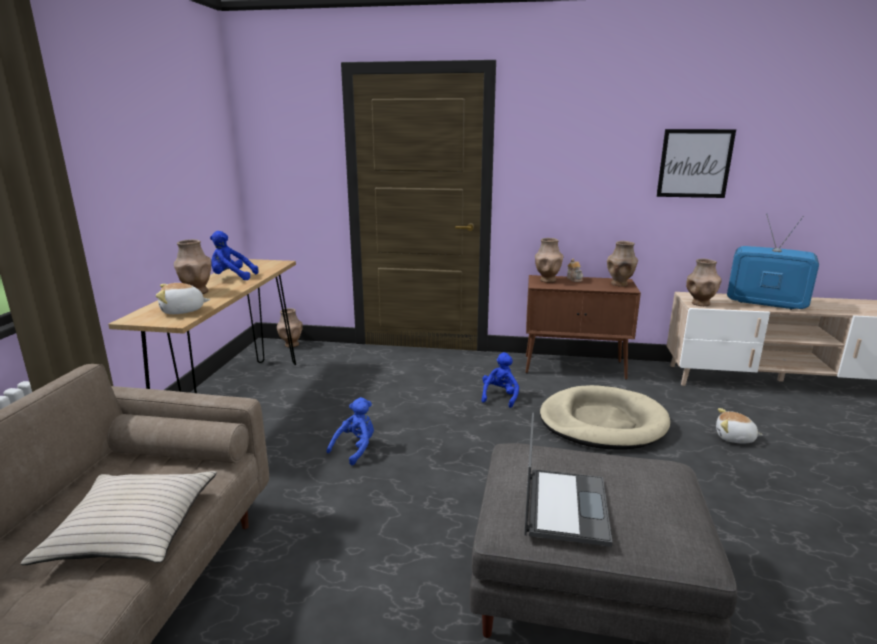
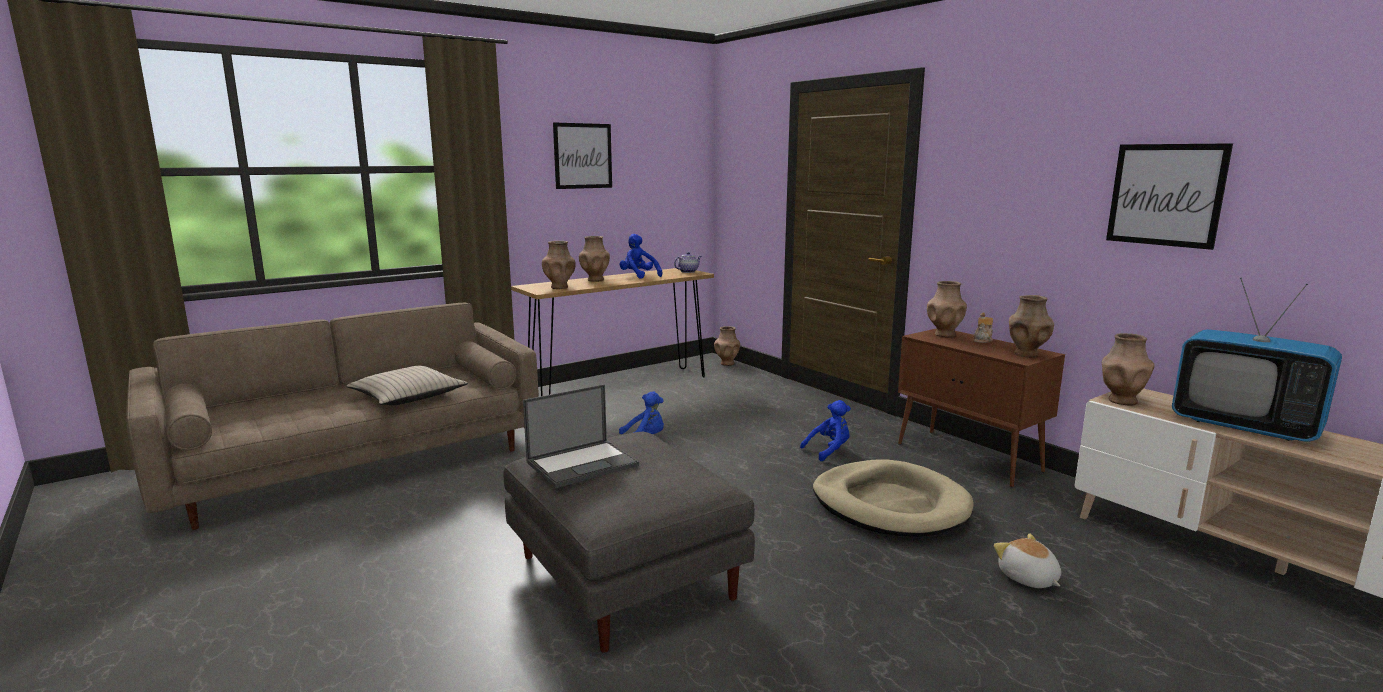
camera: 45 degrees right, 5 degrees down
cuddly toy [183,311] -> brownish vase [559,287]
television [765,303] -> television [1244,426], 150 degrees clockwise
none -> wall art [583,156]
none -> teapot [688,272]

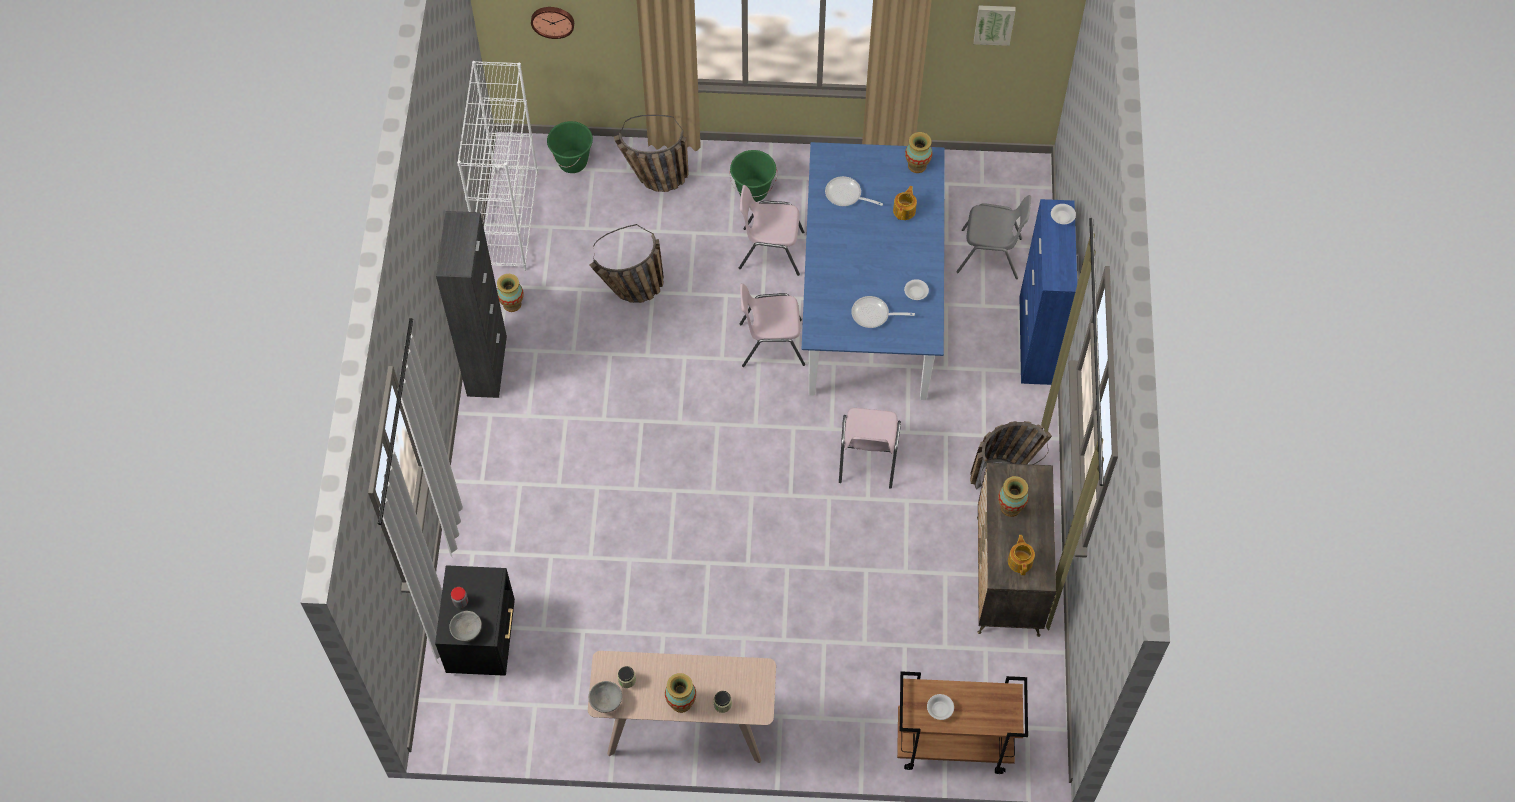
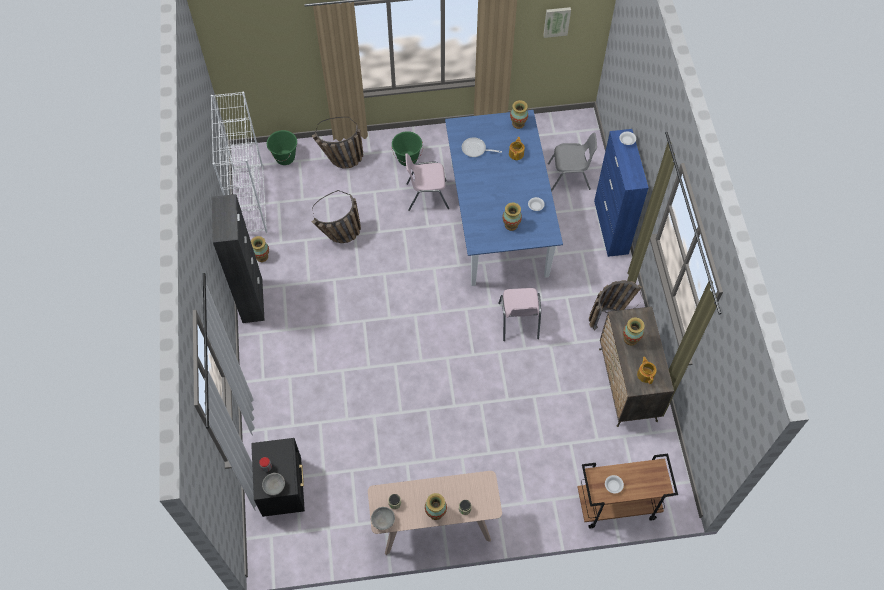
camera: 10 degrees left, 0 degrees up
wall clock [552,20] -> none
pink-coloured chair [770,343] -> none
frying pan [874,315] -> vase [511,225]

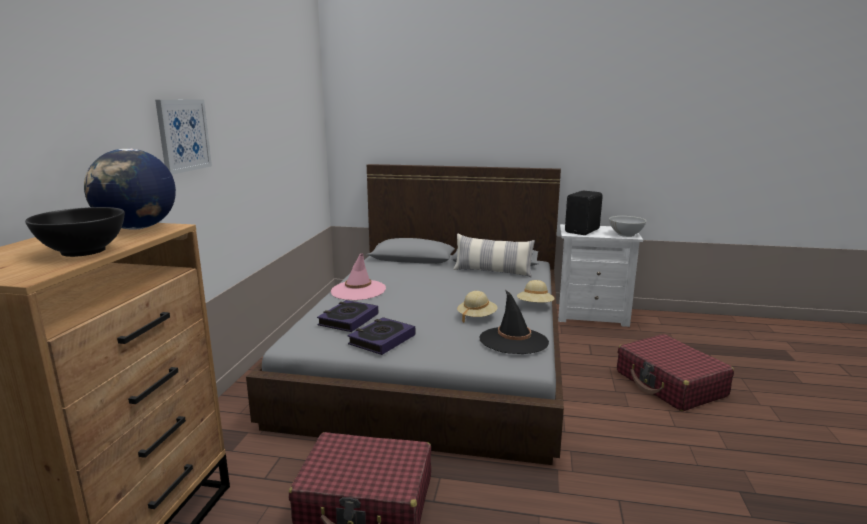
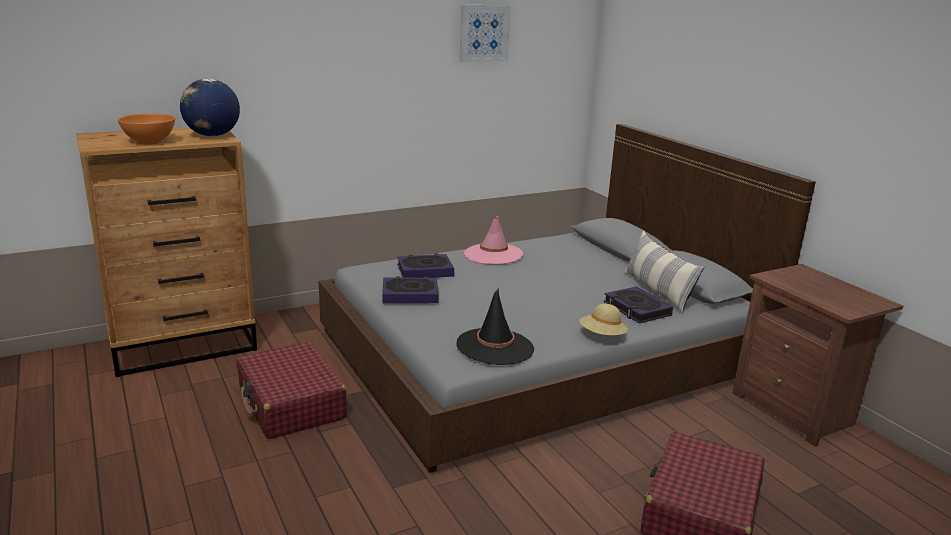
camera: 50 degrees right, 5 degrees up
black-coloured serving bowl [84,251] -> orange serving bowl [149,142]
wall art [183,135] -> wall art [484,33], relocated
beige hat [477,317] -> none
white night table [592,315] -> brownish night table [796,410]
black-coloured speaker [583,231] -> none
white serving bowl [626,234] -> none
none -> book [636,309]

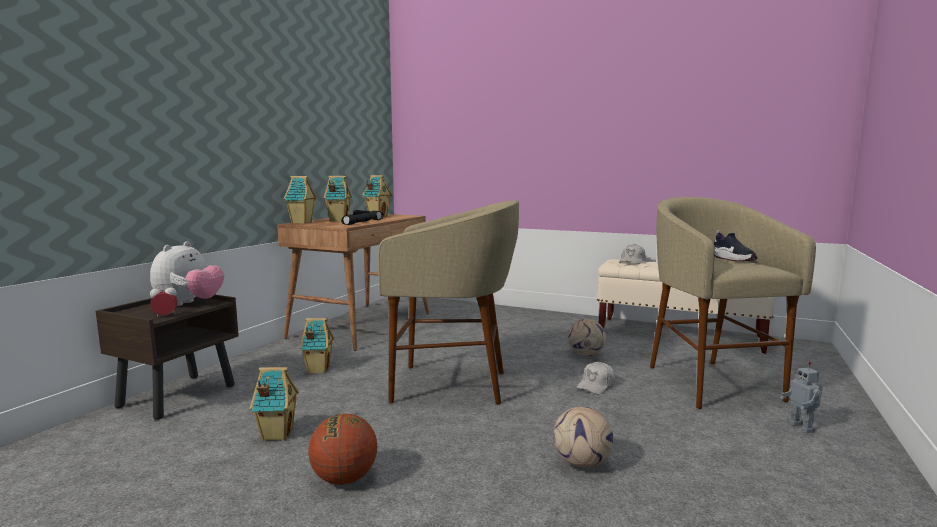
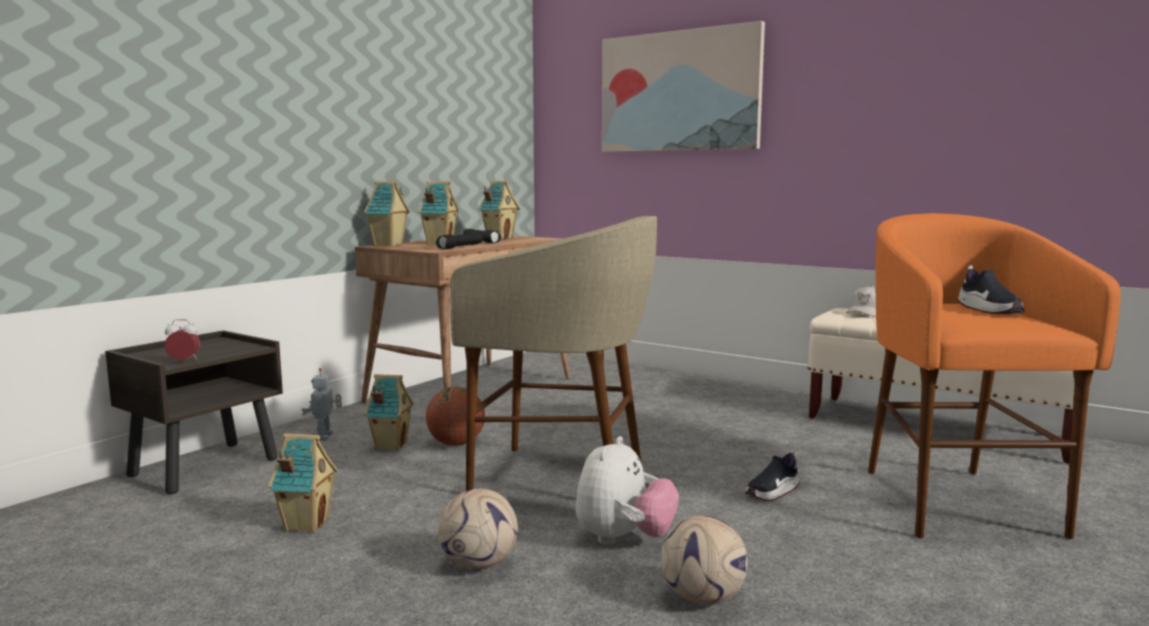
camera: 10 degrees right, 0 degrees up
cuddly toy [190,304] -> cuddly toy [624,539], relocated
ball for basketball [344,479] -> ball for basketball [456,444], relocated
ball for football [586,354] -> ball for football [480,564], relocated
white peaked cap [596,385] -> low shoe [772,492]
beige stool seat [709,383] -> orange stool seat [954,501]
robot figure [803,427] -> robot figure [325,437], relocated
none -> wall art [679,92]

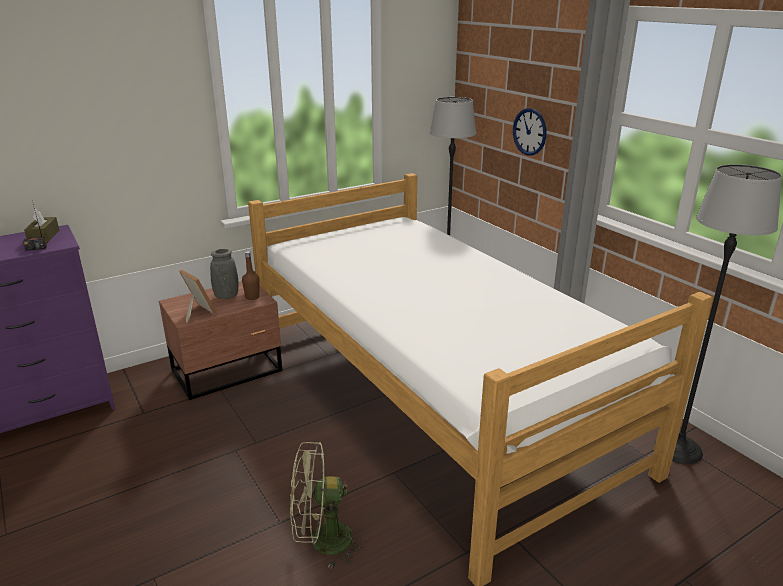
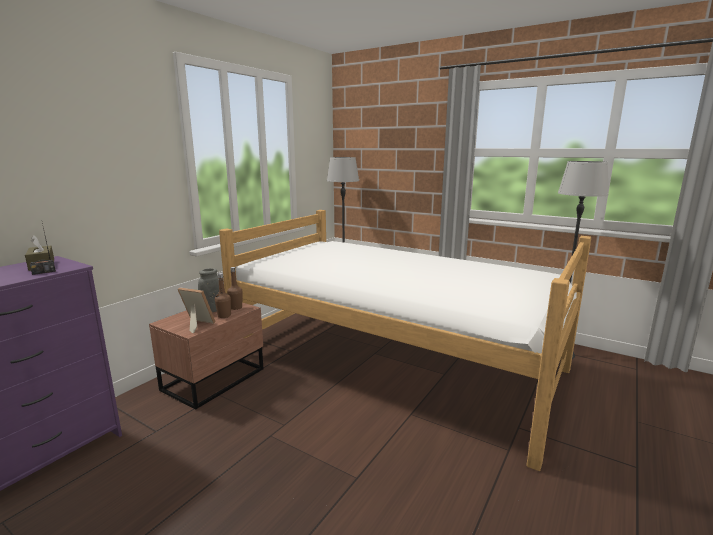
camera: 25 degrees left, 10 degrees down
greenish electric fan [322,542] -> none
wall clock [529,131] -> none
none -> brownish bottle [224,316]

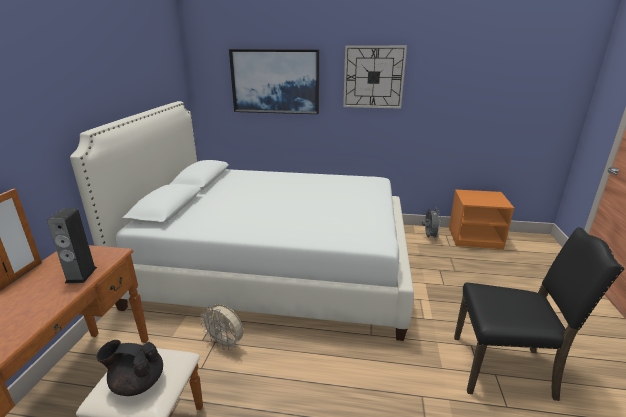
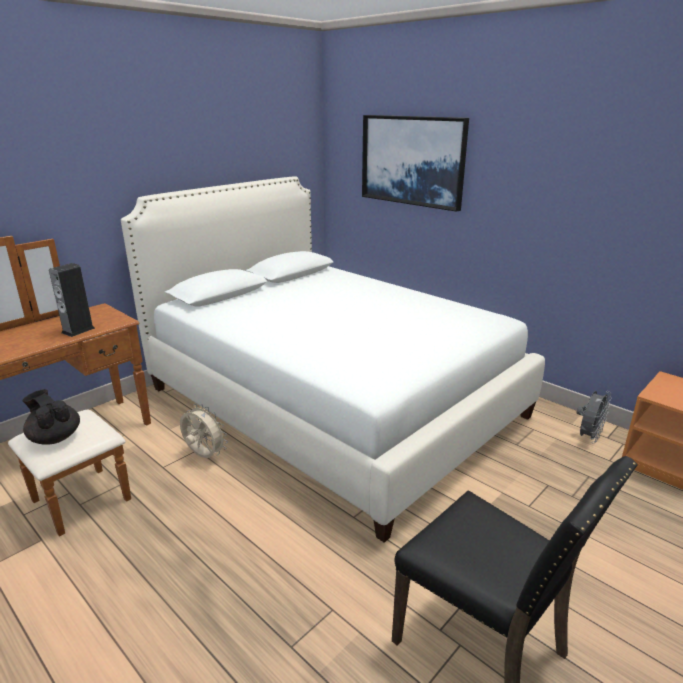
camera: 35 degrees right, 0 degrees up
beige electric fan [226,344] -> beige electric fan [203,456], 150 degrees clockwise
wall clock [373,77] -> none

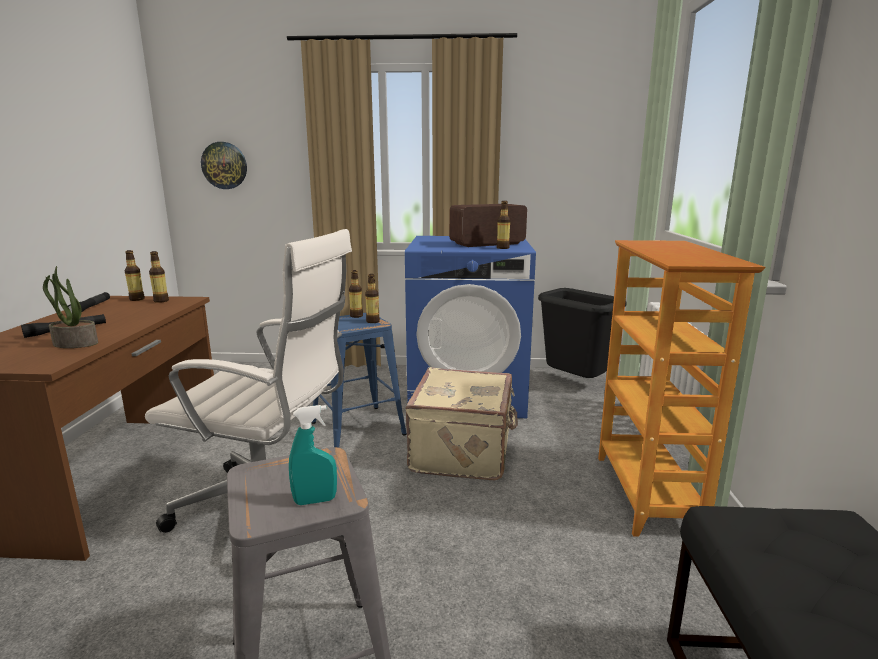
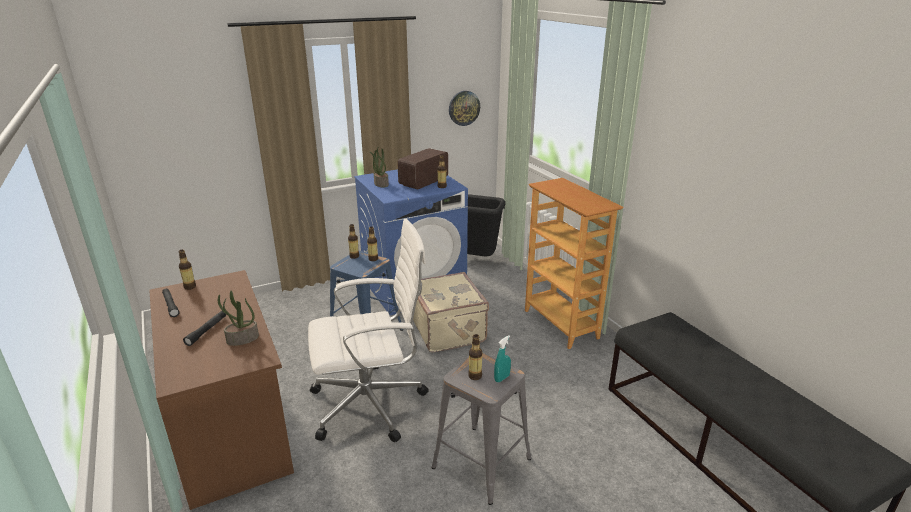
camera: 30 degrees left, 10 degrees up
bottle [161,301] -> bottle [475,376], relocated
wall clock [224,165] -> wall clock [464,108], relocated
none -> potted plant [380,184]

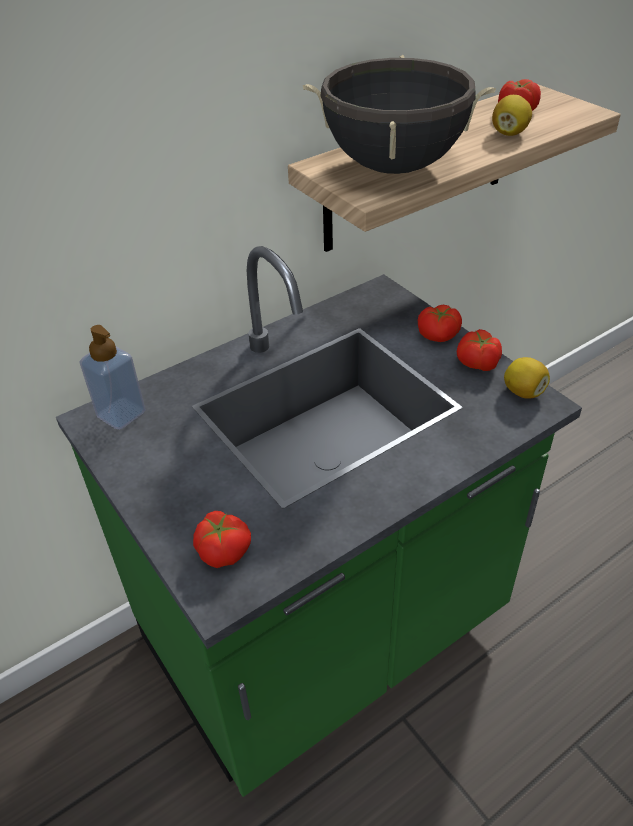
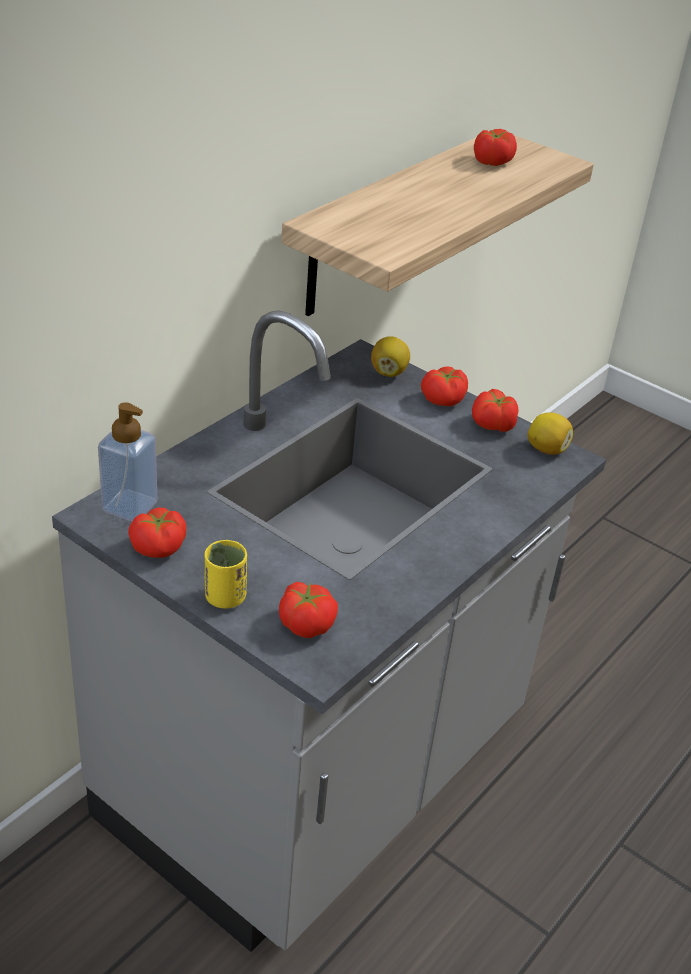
camera: 20 degrees left, 5 degrees down
greenish kitchen base unit [325,634] -> grey kitchen base unit [317,776]
black-coloured stockpot [393,166] -> none
citrus fruit [509,133] -> citrus fruit [388,372], relocated
none -> whole tomato [159,548]
none -> yellow drinking cup [225,597]

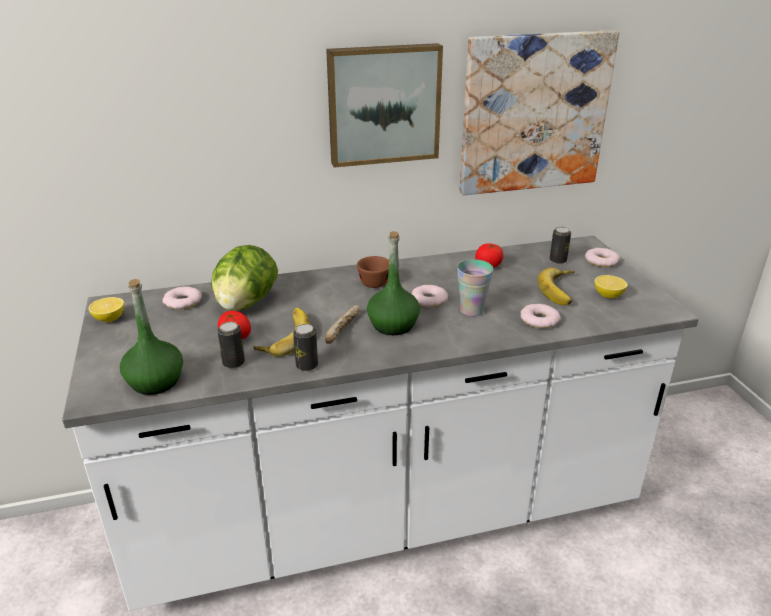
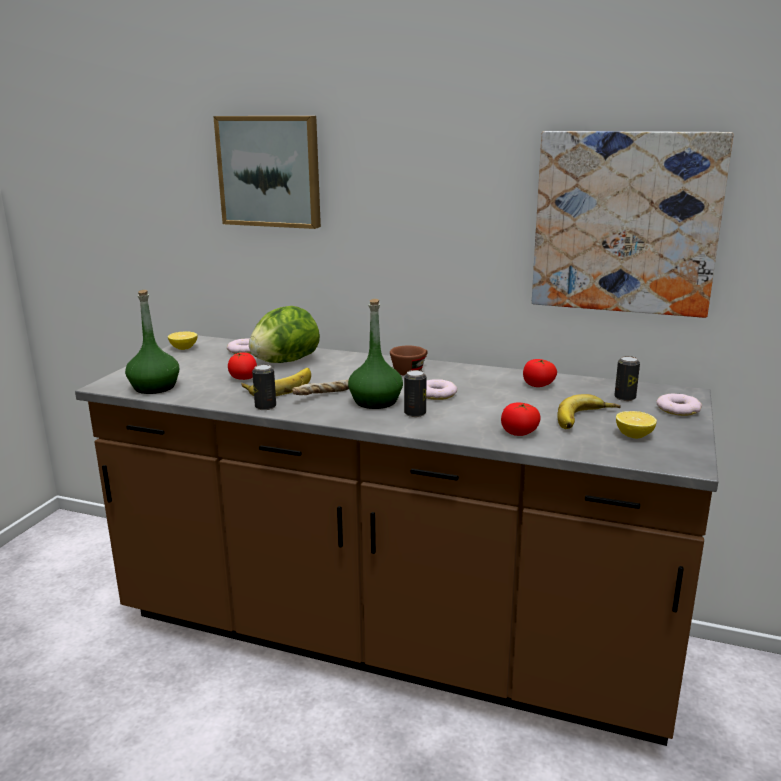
camera: 35 degrees right, 10 degrees down
white kitchen base unit [385,513] -> brownish kitchen base unit [392,638]
metal can [233,363] -> metal can [415,413], relocated
wall art [383,104] -> wall art [270,171], relocated
drinking cup [472,310] -> none
donut [539,320] -> whole tomato [519,433]

